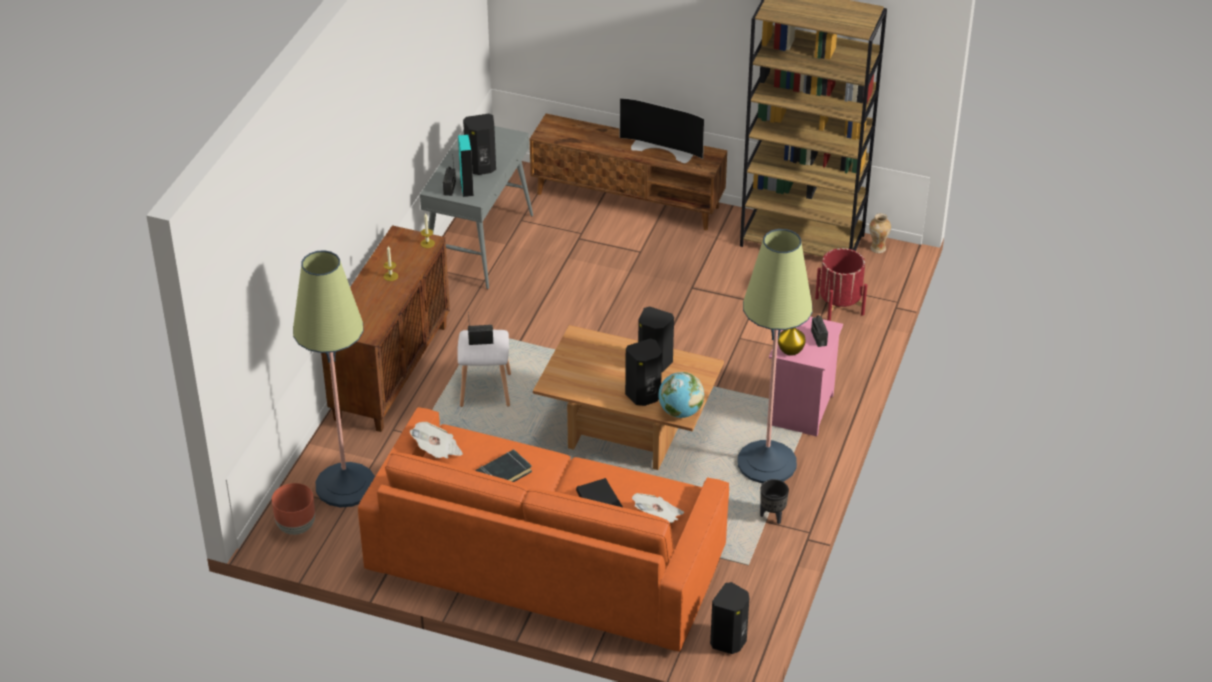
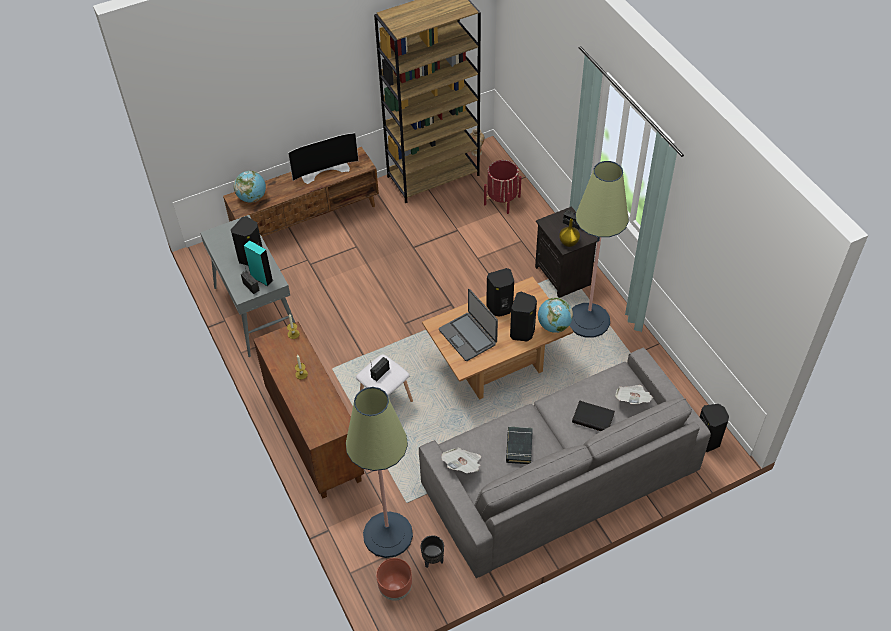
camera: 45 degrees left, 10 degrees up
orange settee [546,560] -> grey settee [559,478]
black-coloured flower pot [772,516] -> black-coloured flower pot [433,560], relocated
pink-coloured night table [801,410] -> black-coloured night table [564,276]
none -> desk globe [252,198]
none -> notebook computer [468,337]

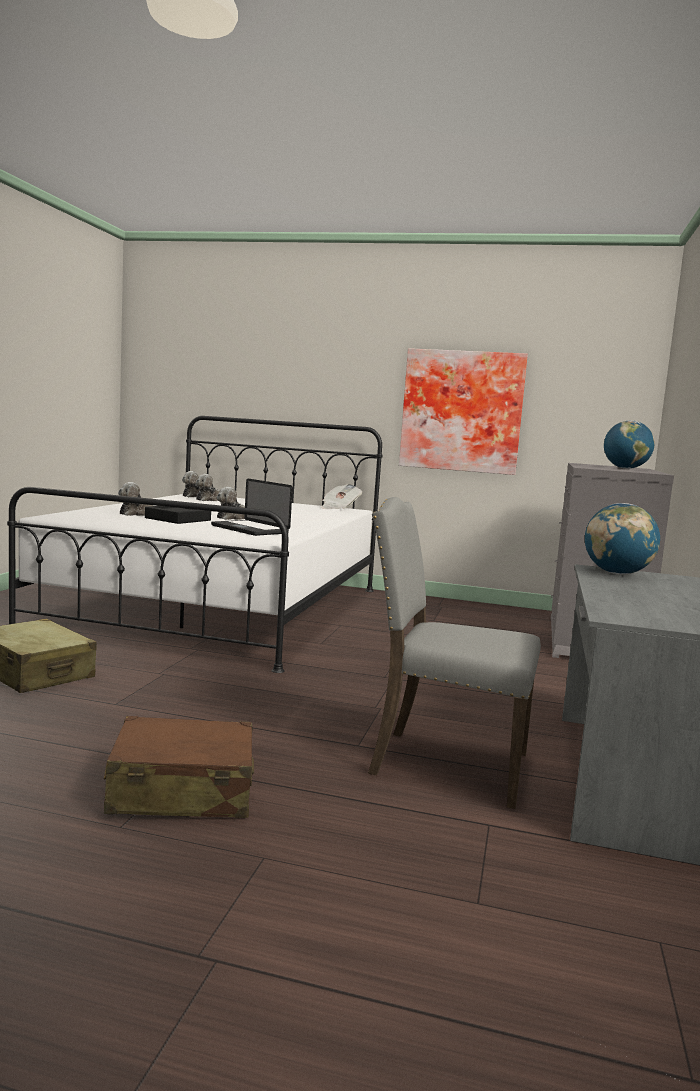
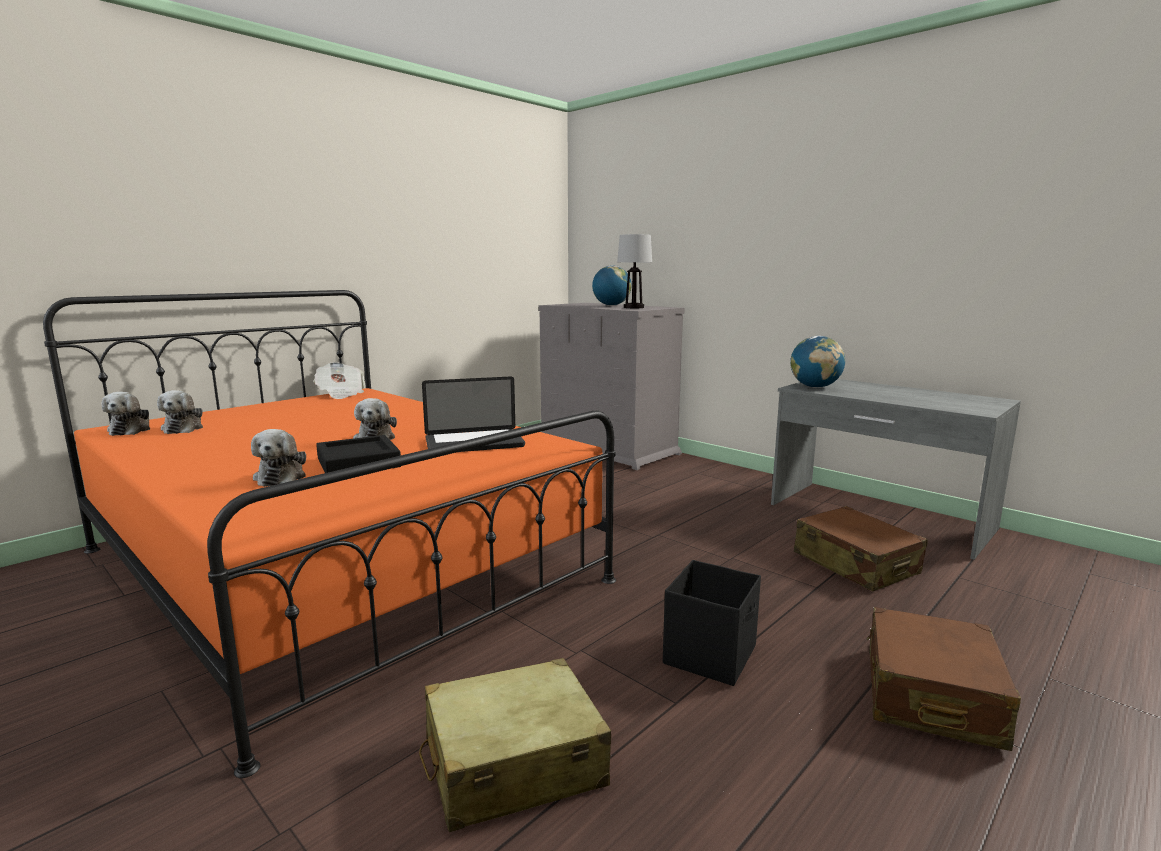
camera: 60 degrees left, 5 degrees up
white bed [219,607] -> orange bed [337,564]
grey chair [445,764] -> brownish travel case [855,564]
wall art [462,411] -> none
none -> tabletop lamp [633,307]
none -> black-coloured storage bin [711,654]

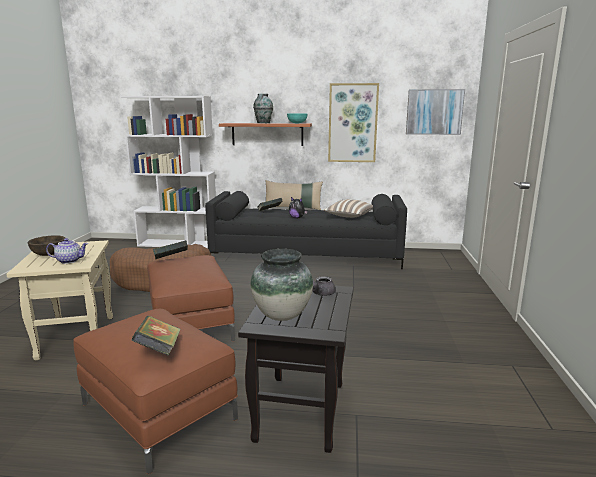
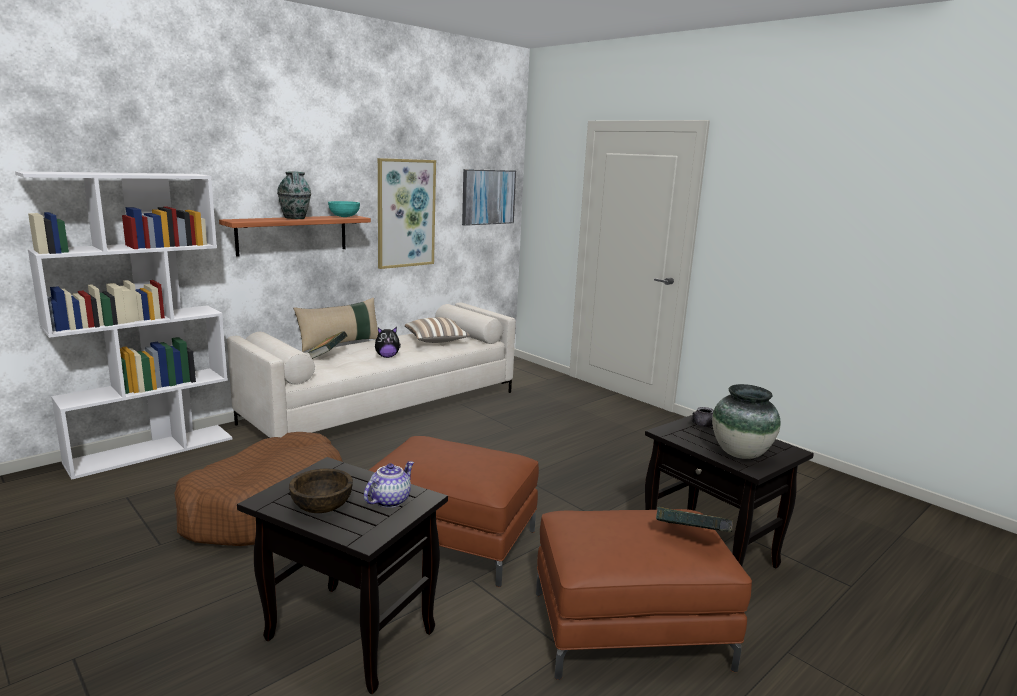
camera: 50 degrees left, 0 degrees up
beige accent table [76,336] -> black-coloured accent table [347,635]
book [171,260] -> none
black-coloured settee [307,255] -> white settee [385,406]

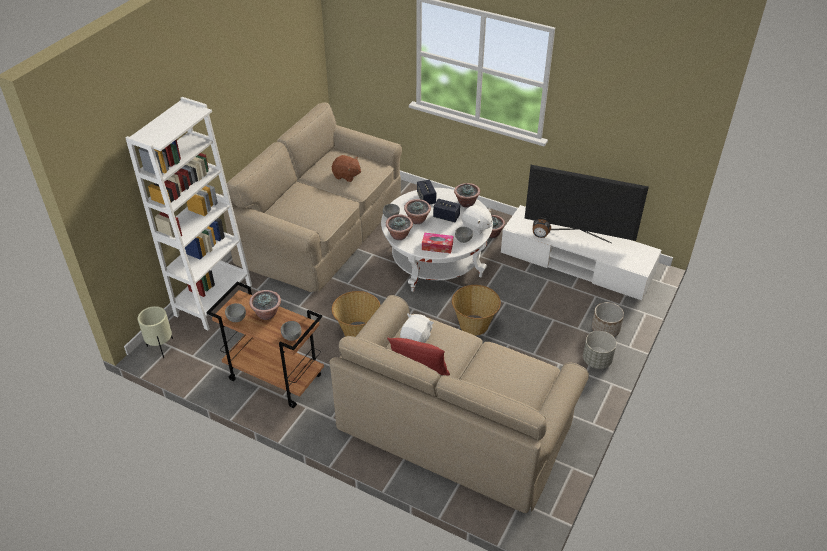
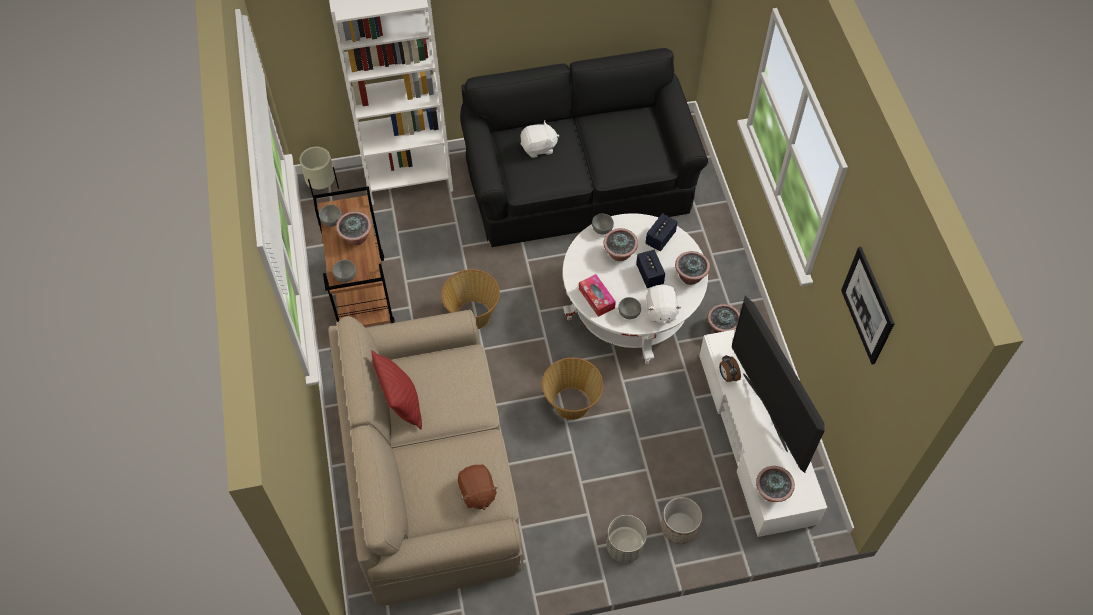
camera: 50 degrees right, 15 degrees up
beige settee [321,228] -> black-coloured settee [579,182]
brownish cuddly toy [346,175] -> brownish cuddly toy [477,493], relocated
potted plant [399,236] -> potted plant [771,492], relocated
white cuddly toy [416,338] -> white cuddly toy [539,148], relocated
none -> wall art [867,305]

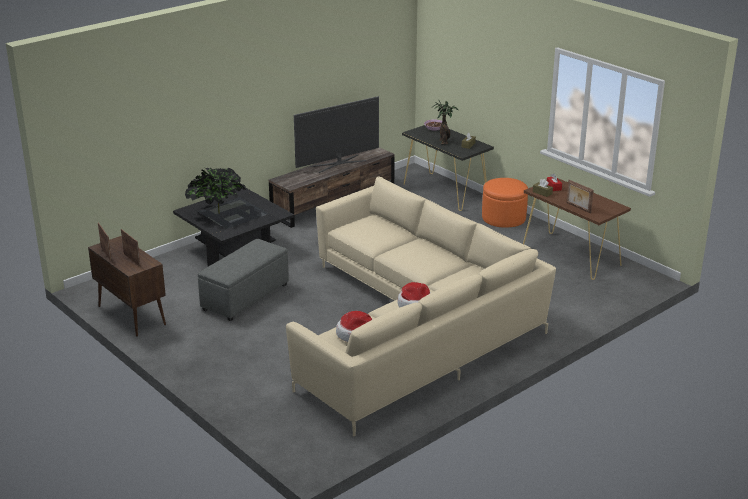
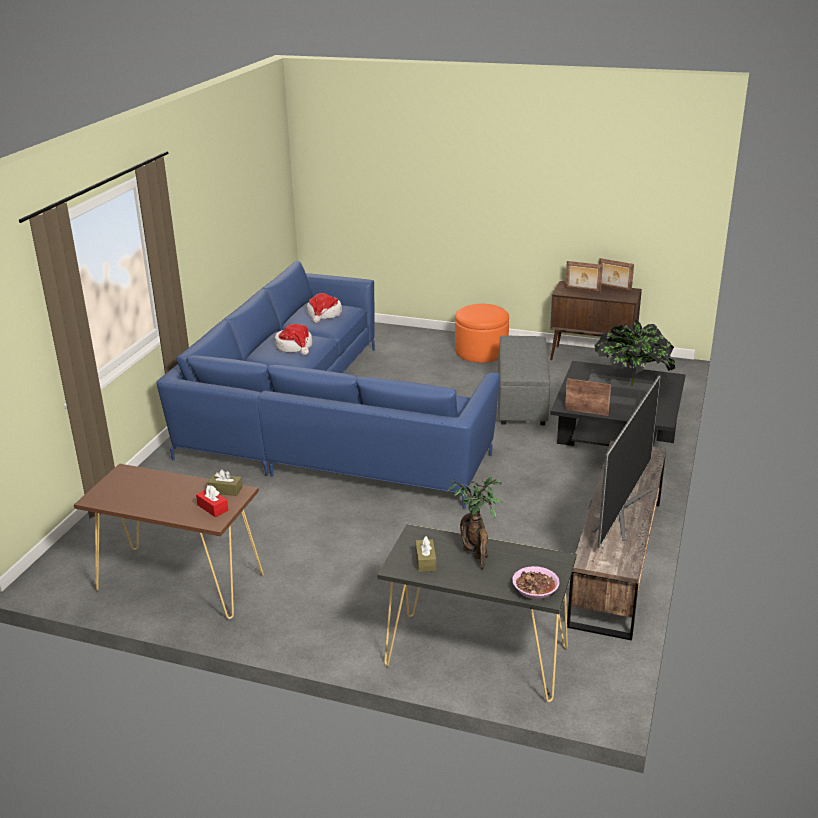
camera: 150 degrees right, 0 degrees up
beige settee [414,328] -> blue-coloured settee [319,423]
orange pouffe [503,218] -> orange pouffe [481,351], relocated
standing frame [578,208] -> standing frame [586,412], relocated

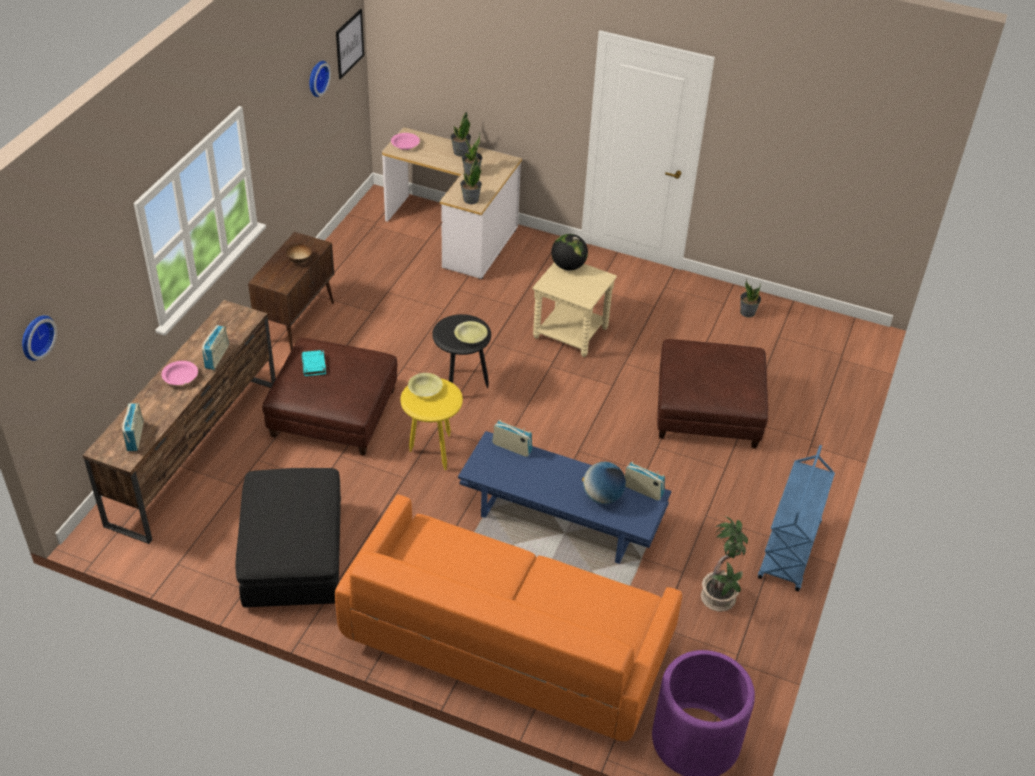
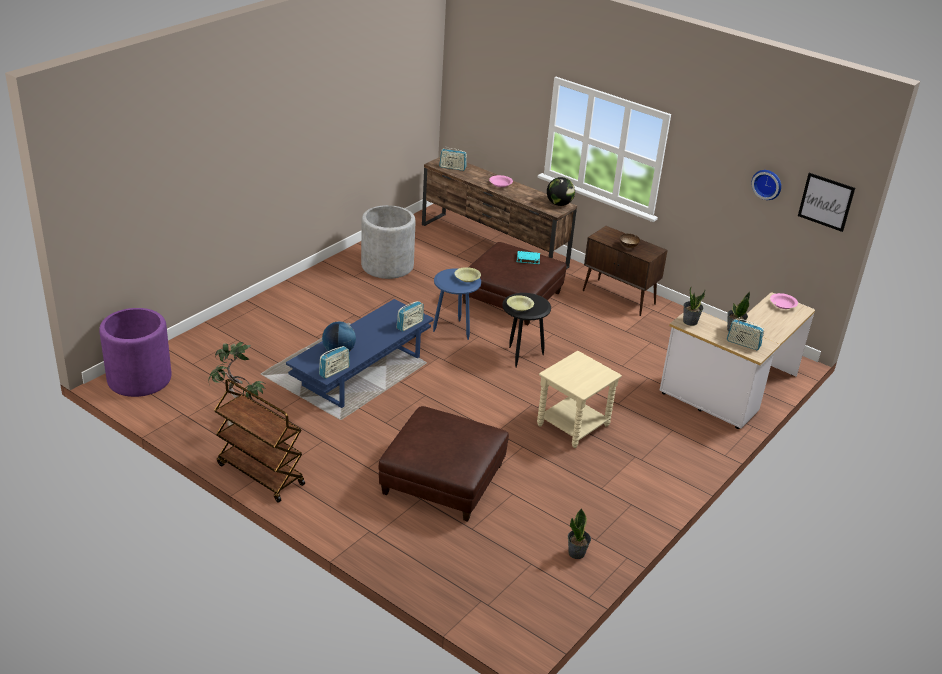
camera: 105 degrees right, 10 degrees down
wall clock [35,336] -> none
radio receiver [217,357] -> radio receiver [743,344], relocated
black-coloured pouffe [293,554] -> grey flower pot [387,266]
orange settee [507,644] -> none
yellow accent table [432,452] -> blue-coloured accent table [454,330]
potted plant [460,152] -> none
desk globe [568,266] -> desk globe [559,204], relocated
blue-coloured wheeled cart [789,551] -> brownish wheeled cart [259,474]

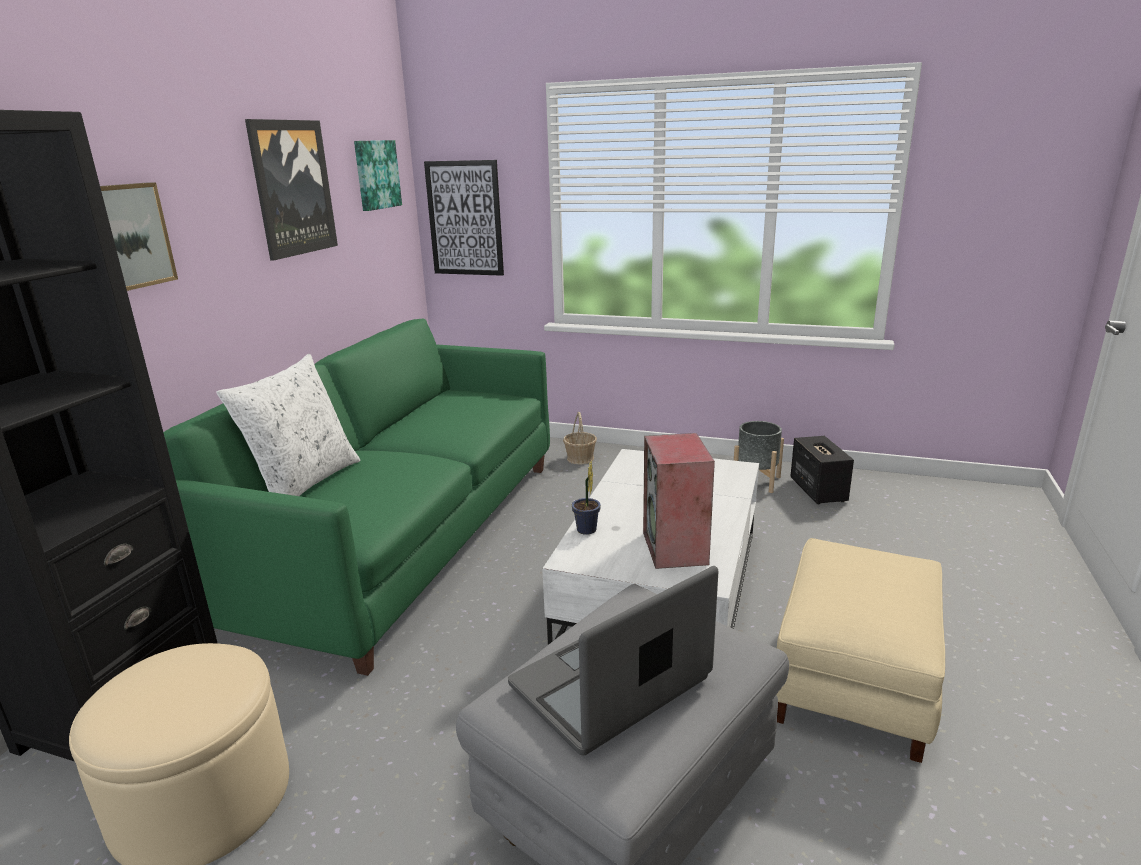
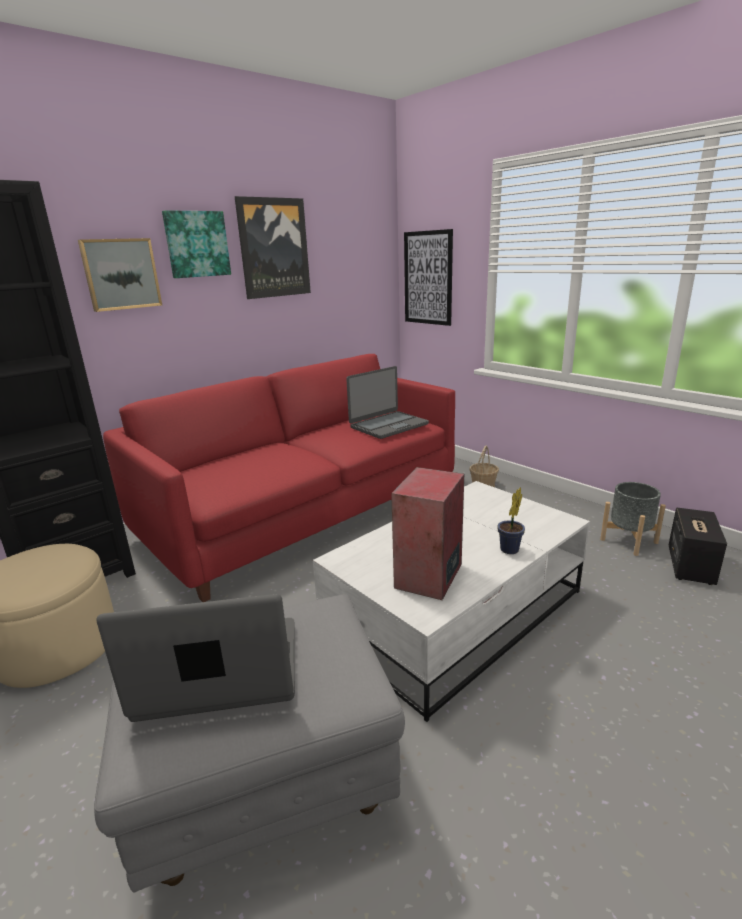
camera: 30 degrees right, 0 degrees up
greenish settee [396,536] -> red settee [304,511]
white throw pillow [304,483] -> none
wall art [376,174] -> wall art [196,244], relocated
potted plant [586,531] -> potted plant [508,551], relocated
beige pouffe [854,681] -> none
none -> notebook computer [388,425]

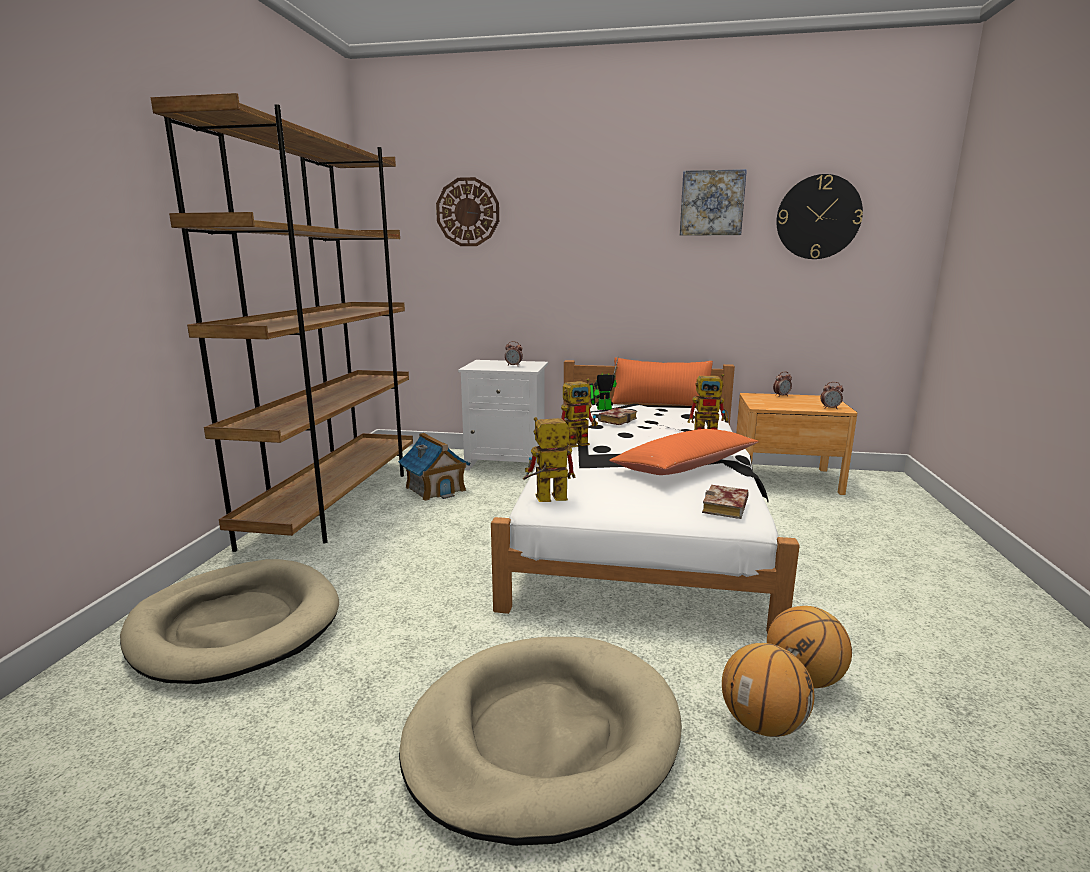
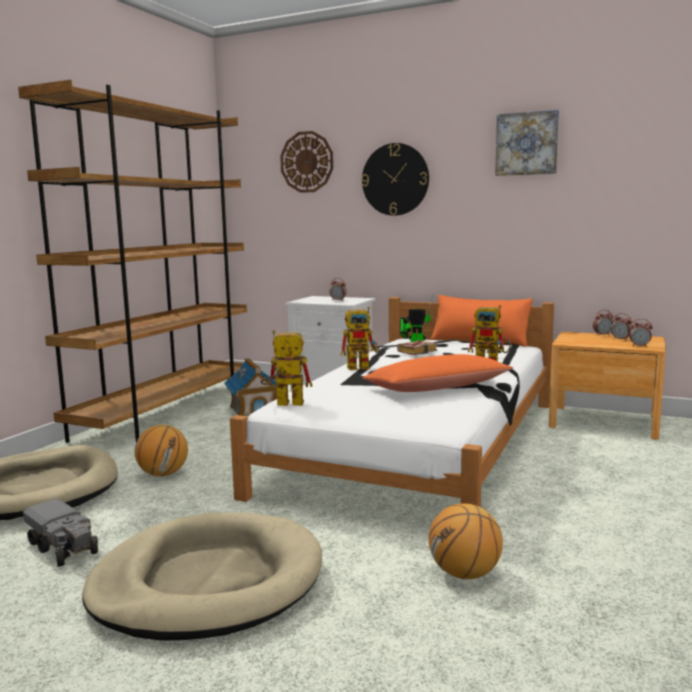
camera: 15 degrees right, 5 degrees down
book [726,508] -> none
ball for basketball [762,724] -> ball for basketball [163,474], relocated
wall clock [818,217] -> wall clock [395,179], relocated
none -> toy lorry [64,548]
none -> table clock [621,339]

